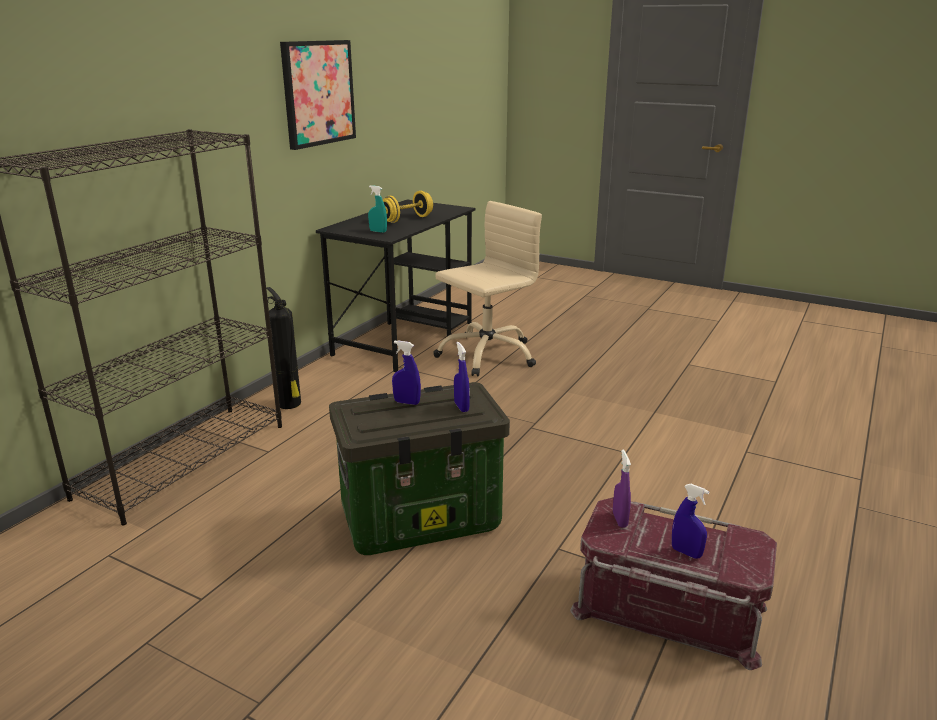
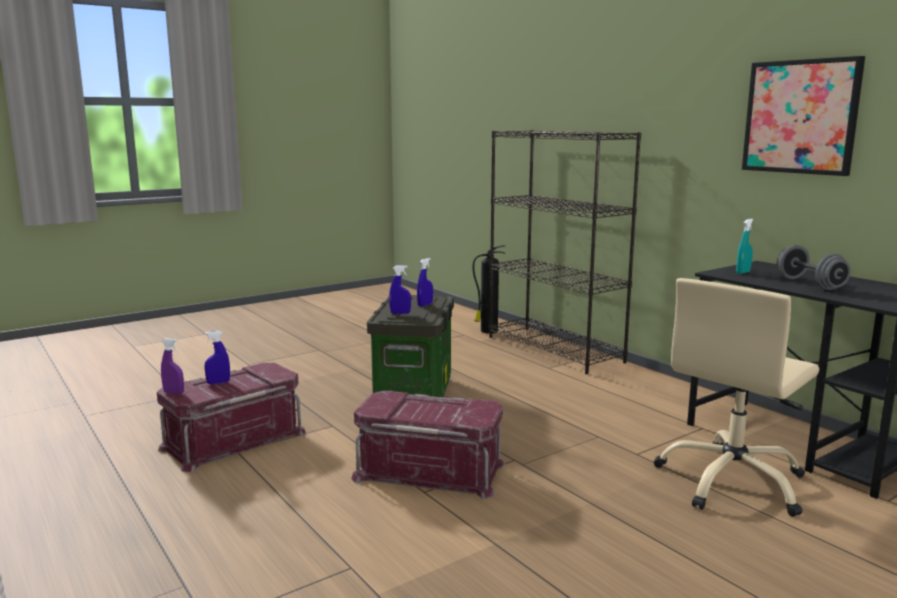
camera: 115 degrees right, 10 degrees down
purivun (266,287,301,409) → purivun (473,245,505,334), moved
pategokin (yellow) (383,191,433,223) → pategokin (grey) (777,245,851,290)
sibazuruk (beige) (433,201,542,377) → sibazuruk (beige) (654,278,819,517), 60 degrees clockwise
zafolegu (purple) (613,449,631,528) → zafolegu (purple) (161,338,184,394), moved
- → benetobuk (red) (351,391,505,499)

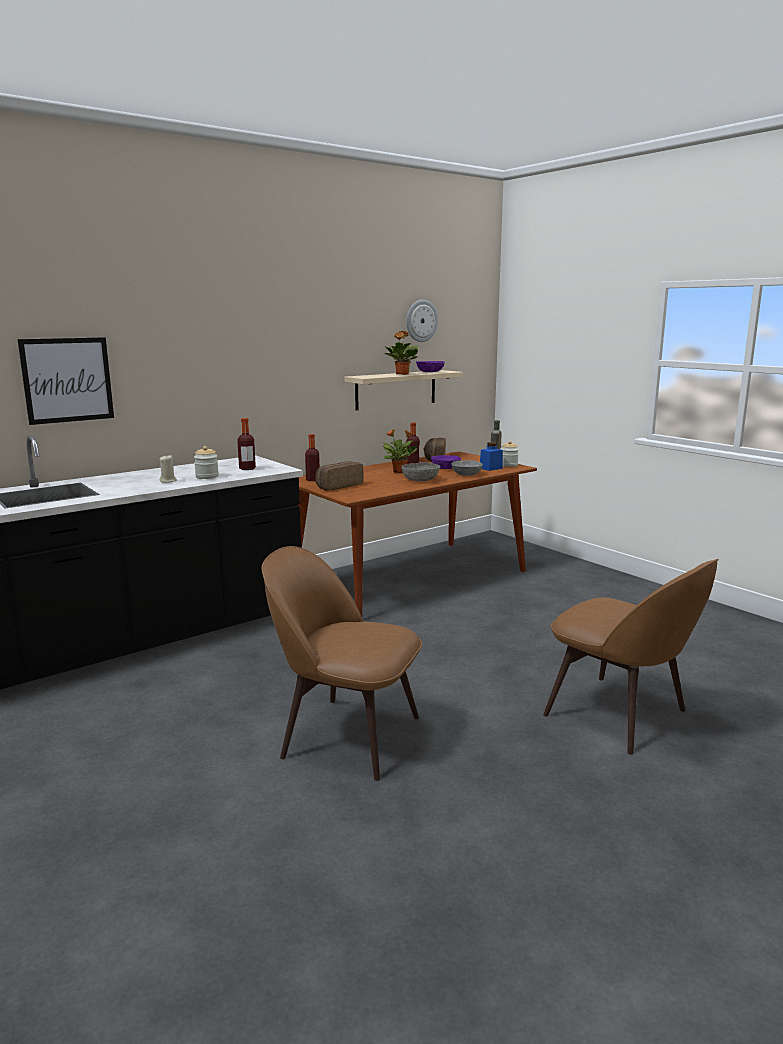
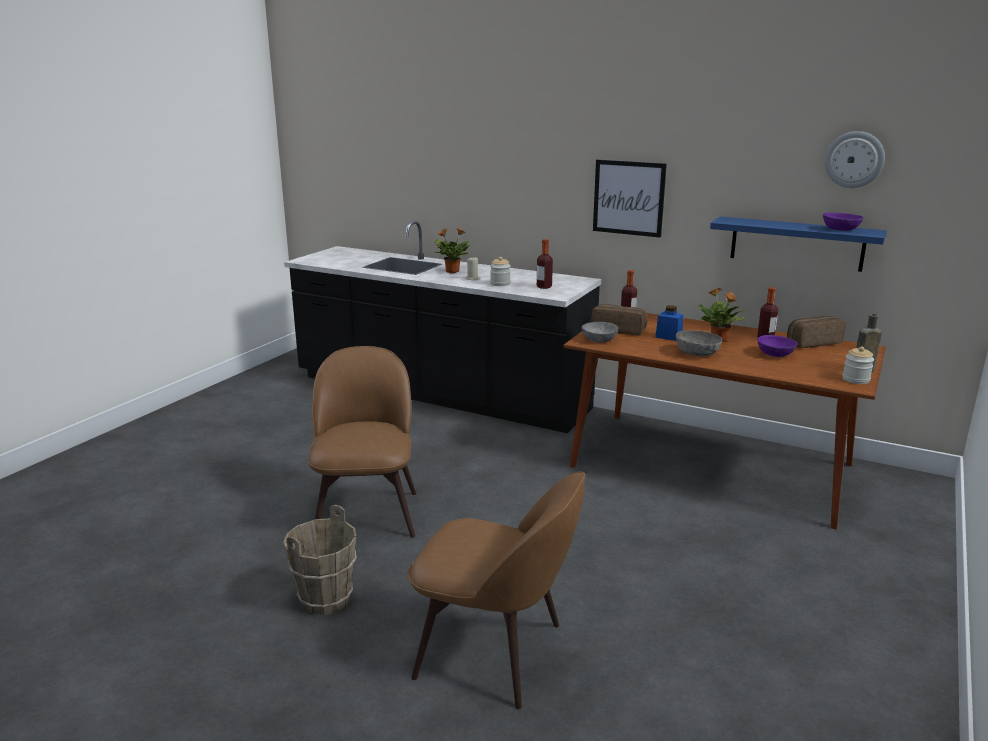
camera: 65 degrees right, 5 degrees up
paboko (17,337,114,425) → paboko (593,160,667,238), moved
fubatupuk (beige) (344,370,463,410) → fubatupuk (blue) (710,217,887,272)
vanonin (384,331,418,375) → vanonin (434,227,470,273), moved
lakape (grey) (452,460,483,476) → lakape (grey) (582,322,619,342), moved
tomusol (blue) (480,442,503,471) → tomusol (blue) (655,305,683,341), moved
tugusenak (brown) (543,559,719,755) → tugusenak (brown) (408,471,585,709), 90 degrees counterclockwise
- → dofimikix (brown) (283,505,357,615)

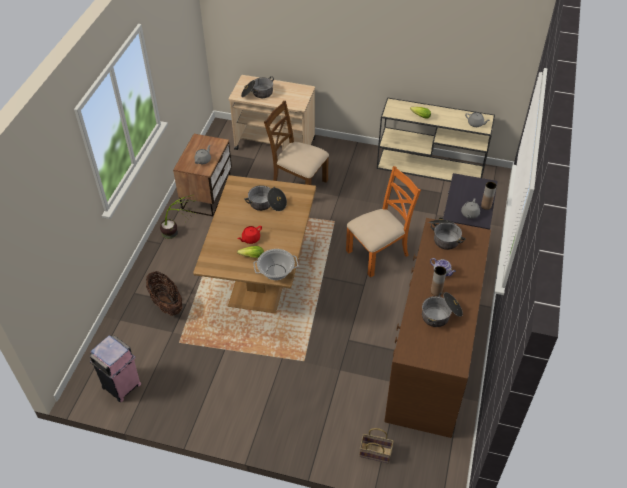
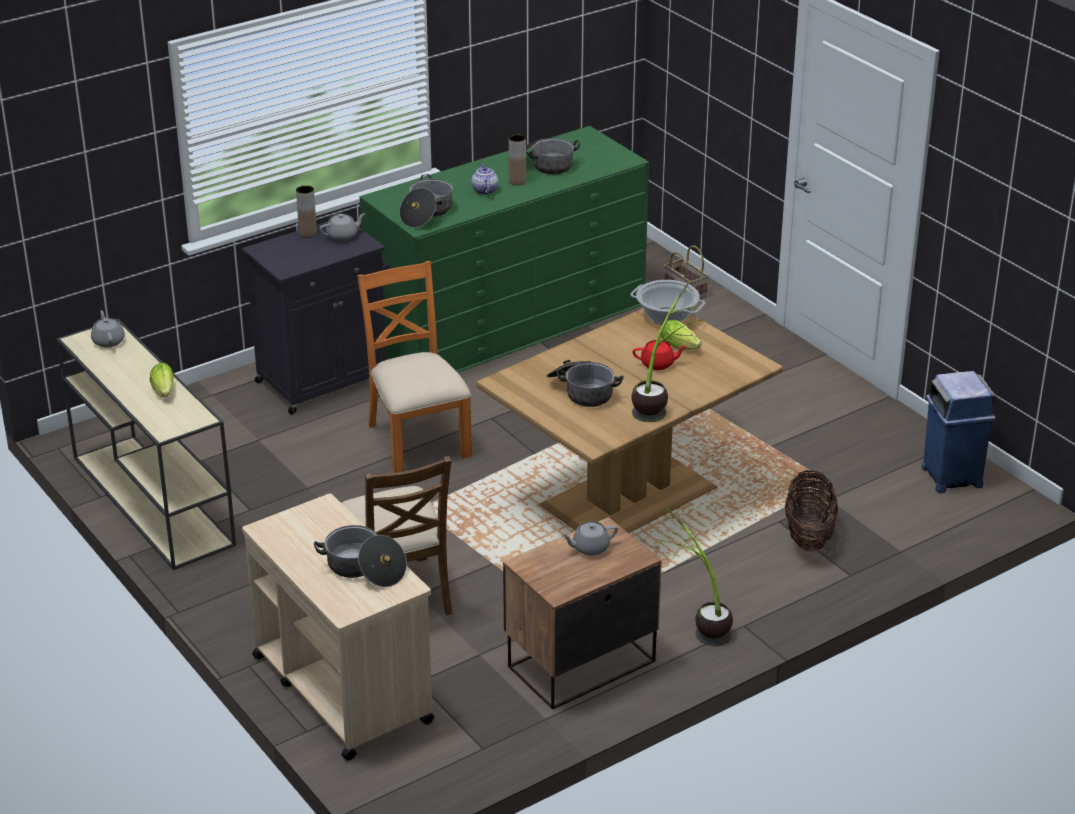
camera: 140 degrees left, 15 degrees down
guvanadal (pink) (90,335,141,402) → guvanadal (blue) (922,371,996,493)
tugusenak (orange) (346,166,421,278) → tugusenak (orange) (357,261,472,473), 60 degrees clockwise
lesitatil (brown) (384,218,491,438) → lesitatil (green) (360,126,649,373)
- → vanonin (631,280,704,422)

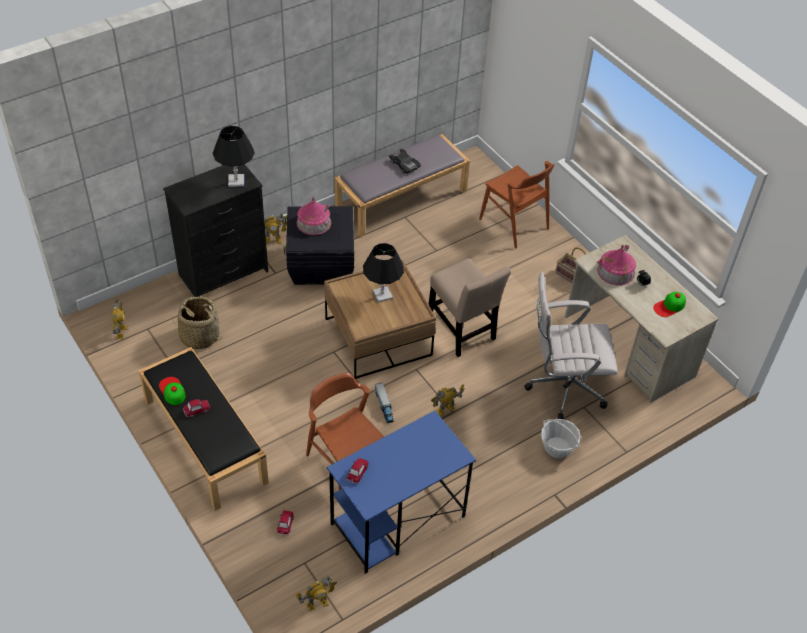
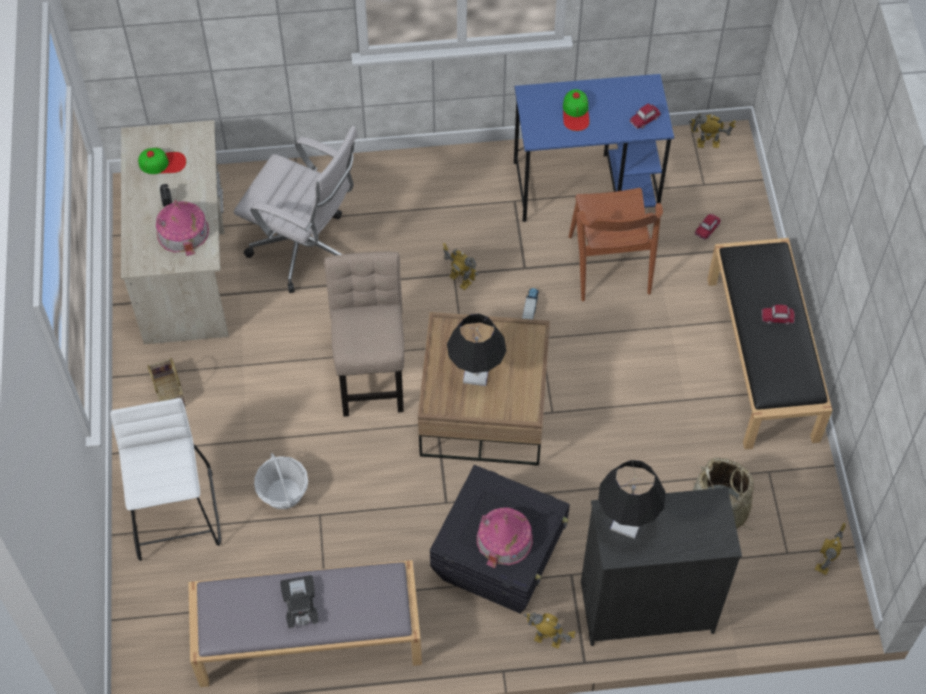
camera: 150 degrees left, 10 degrees up
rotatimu (159,377,186,405) → rotatimu (563,89,590,131), moved
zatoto (431,385,465,417) → zatoto (443,243,478,290), 45 degrees clockwise
tugusenak (brown) (479,161,555,249) → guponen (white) (110,398,221,561)
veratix (541,419,581,458) → veratix (254,453,308,509), moved

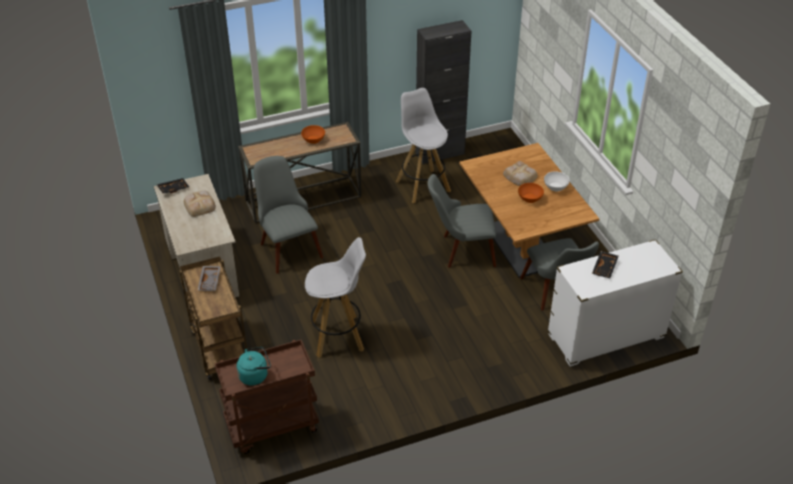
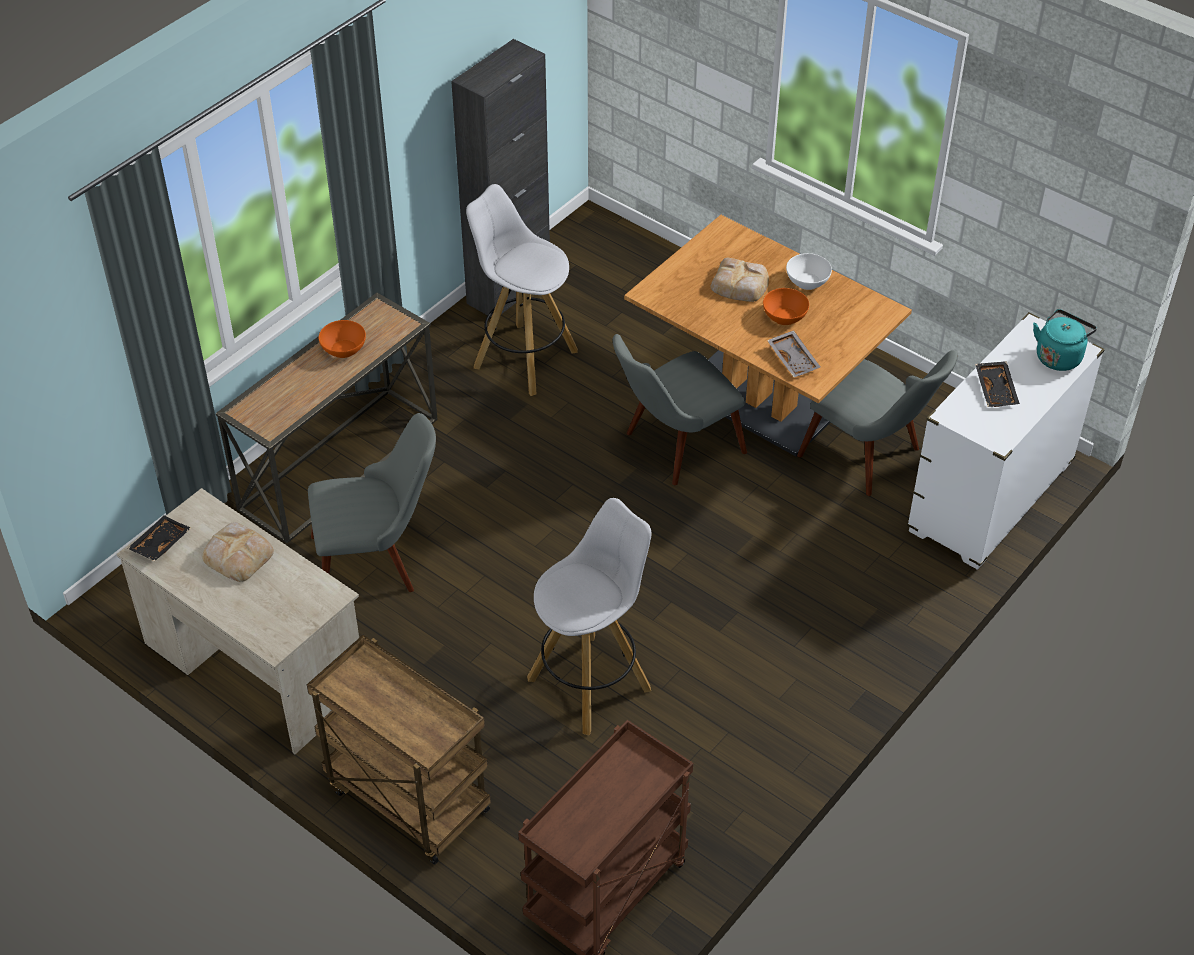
camera: 30 degrees left, 5 degrees up
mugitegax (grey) (197,266,221,291) → mugitegax (grey) (767,330,820,377), moved
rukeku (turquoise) (236,347,271,385) → rukeku (turquoise) (1033,309,1097,371), moved
tugusenak (grey) (254,156,323,274) → tugusenak (grey) (308,413,436,592), 135 degrees clockwise

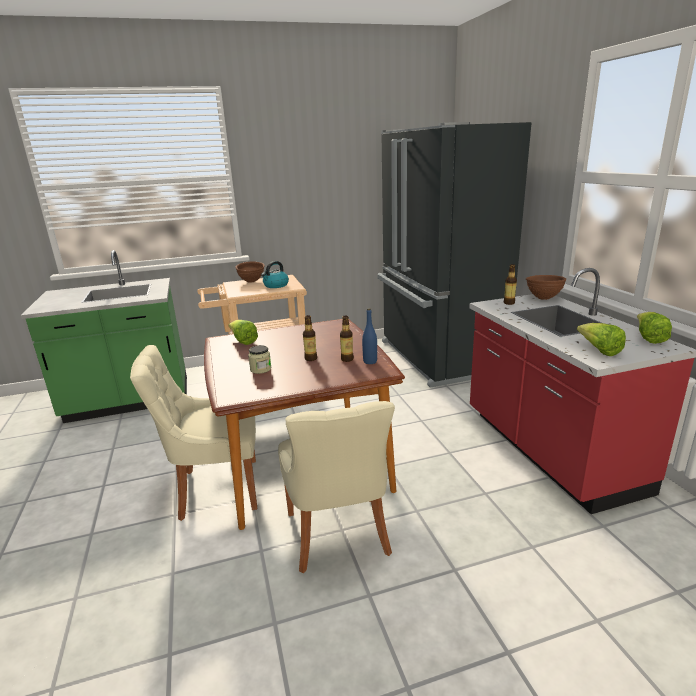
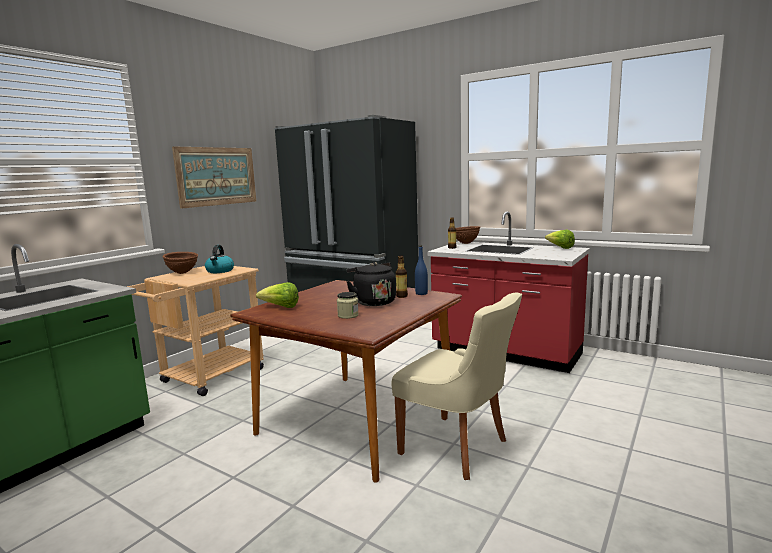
camera: 40 degrees left, 10 degrees down
tugusenak (beige) (130,345,257,521) → -
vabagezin (303,315,317,361) → rukeku (black) (346,262,396,306)
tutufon (577,323,626,356) → -
- → paboko (172,147,256,209)

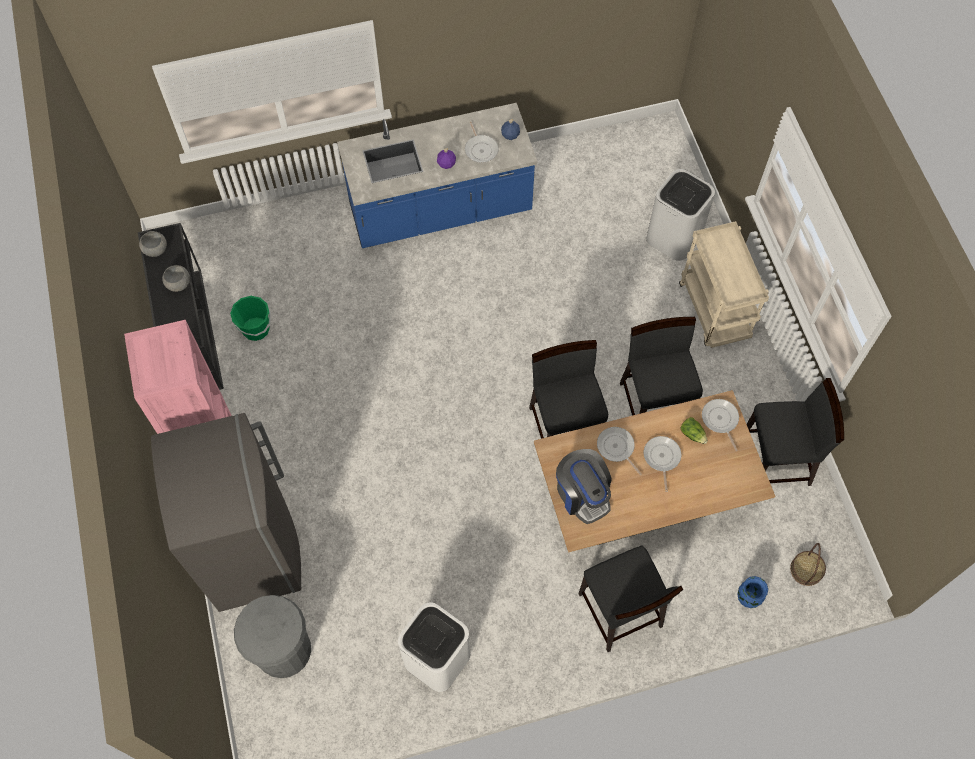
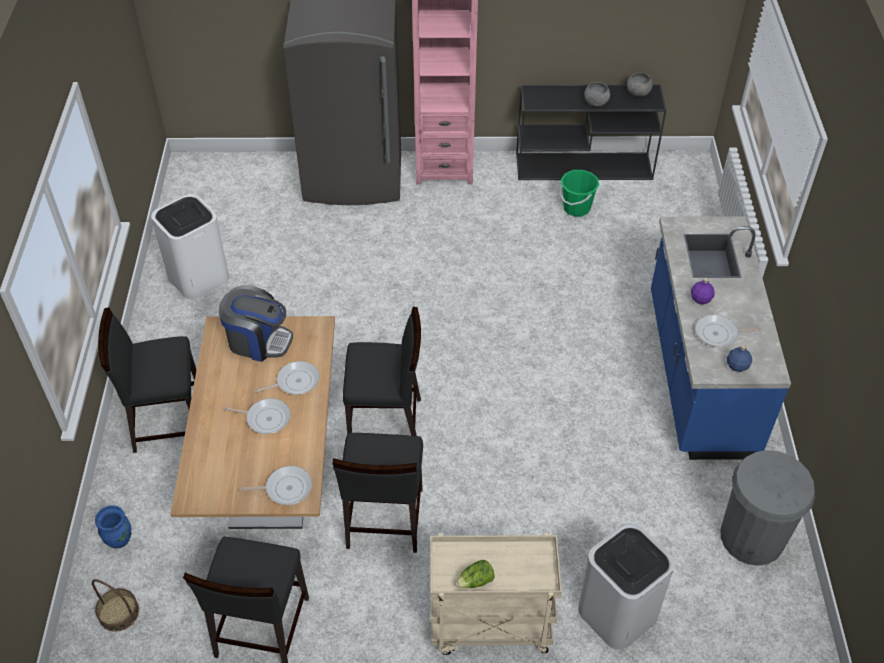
camera: 105 degrees right, 15 degrees down
guvanadal (grey) (234,595,311,678) → guvanadal (grey) (720,450,815,566), moved
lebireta (556,449,611,524) → lebireta (219,285,293,362), 150 degrees counterclockwise
tugusenak (black) (620,317,703,416) → tugusenak (black) (332,433,423,553), 90 degrees clockwise
tutufon (680,417,708,444) → tutufon (455,560,495,588), moved

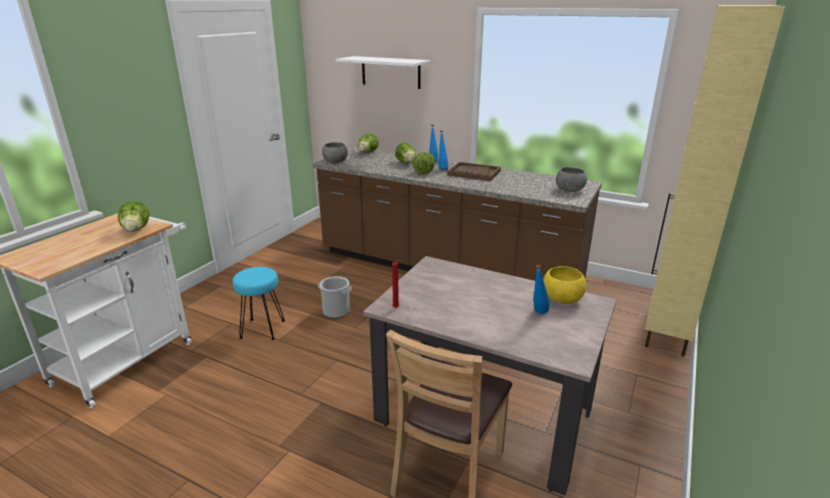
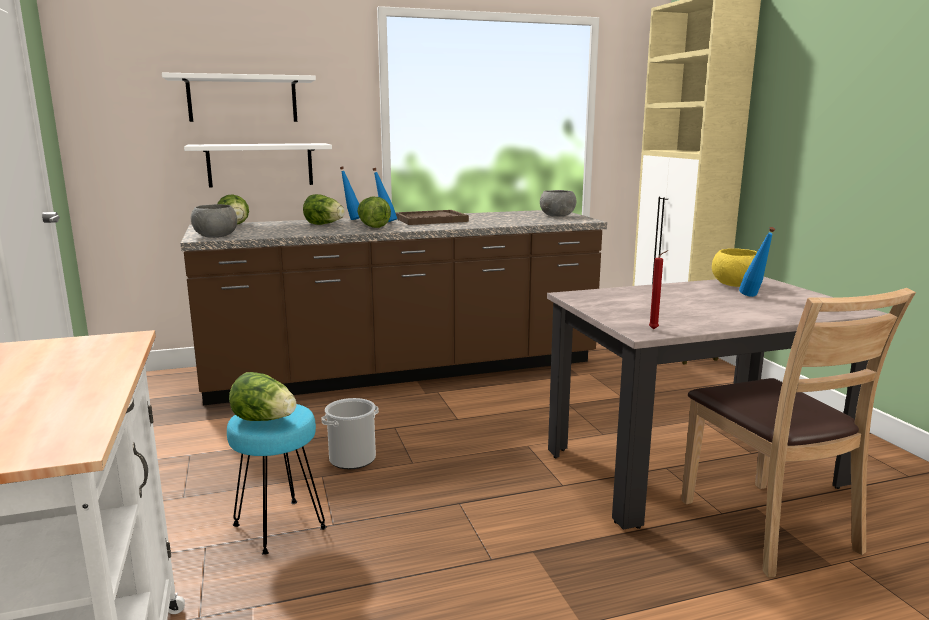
camera: 45 degrees left, 10 degrees down
tutufon (118,201,150,232) → tutufon (229,372,297,421), moved
- → fubatupuk (white) (184,143,332,188)

